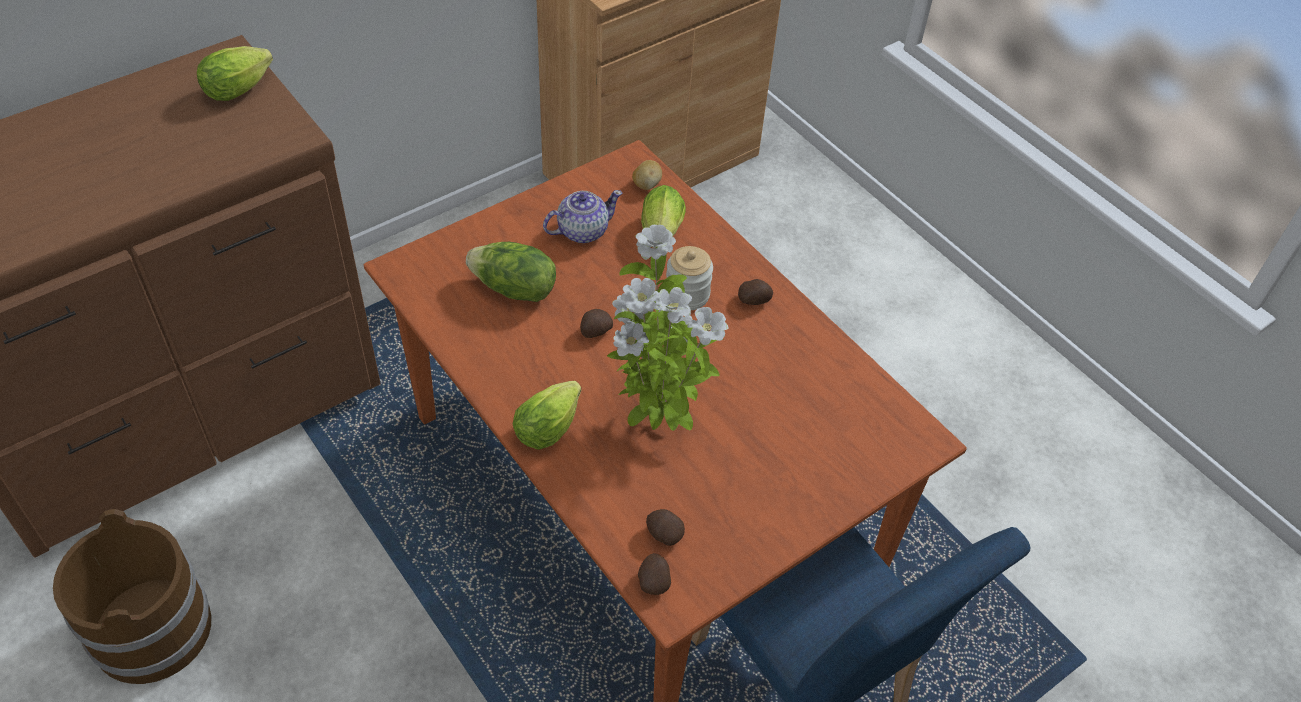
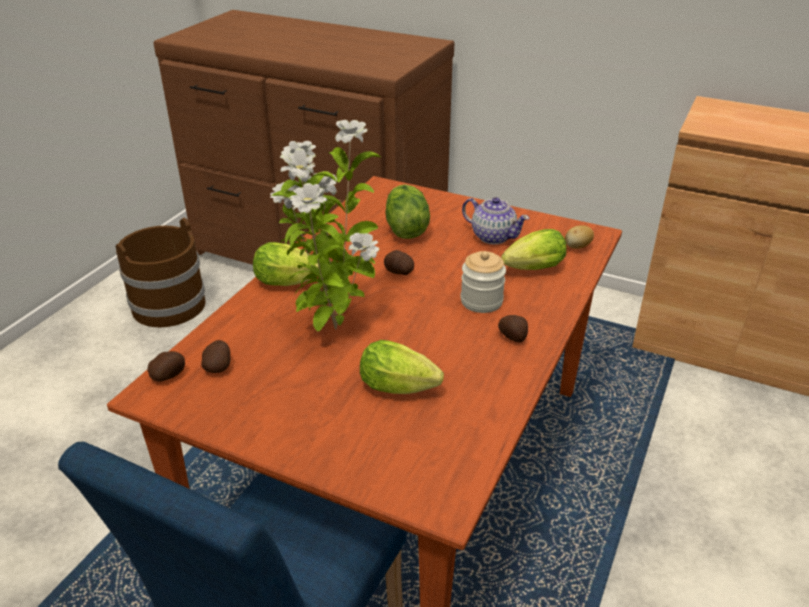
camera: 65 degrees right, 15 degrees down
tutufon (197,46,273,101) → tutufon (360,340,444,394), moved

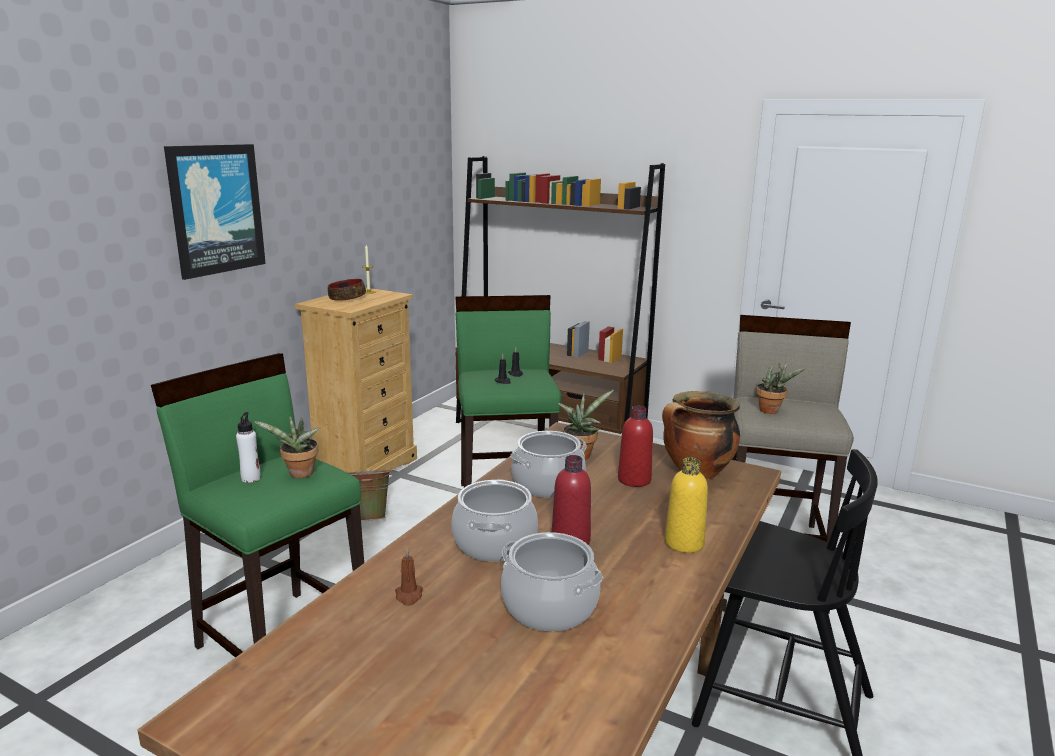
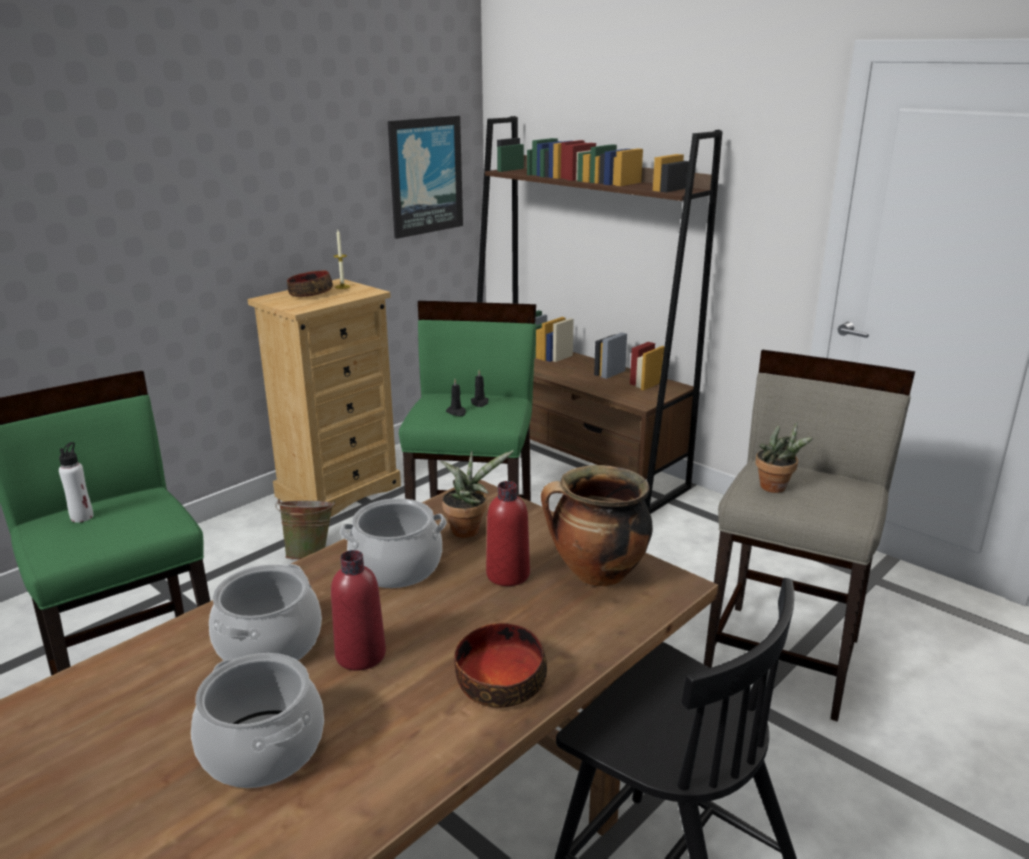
camera: 15 degrees right, 5 degrees up
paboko (164,144,266,280) → paboko (388,116,463,239), moved
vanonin (253,416,320,478) → -
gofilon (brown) (395,548,423,606) → -
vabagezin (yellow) (665,457,708,553) → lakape (454,623,547,708)

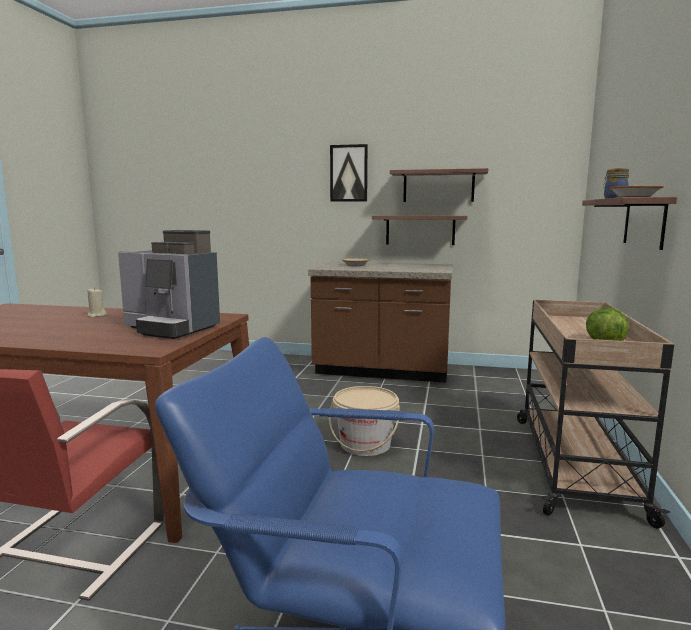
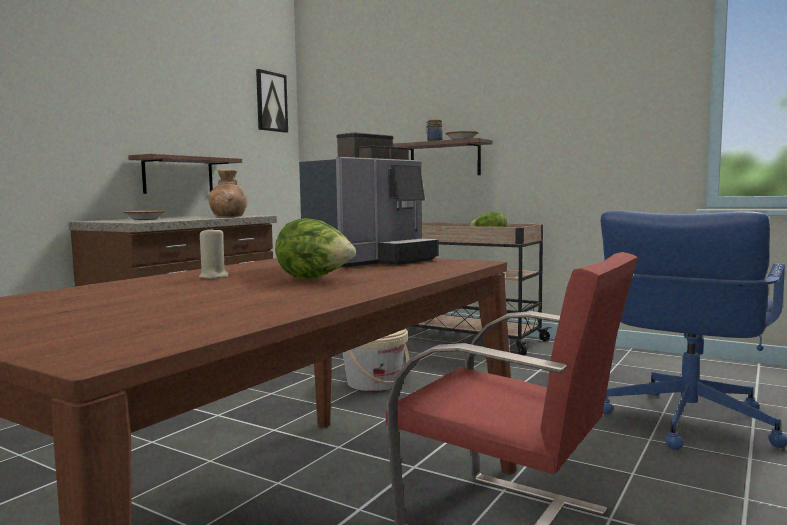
camera: 70 degrees left, 5 degrees down
paboko (330,144,368,202) → paboko (256,69,288,133), moved
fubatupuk (390,168,488,202) → -
- → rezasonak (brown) (208,170,248,217)
- → tutufon (275,218,356,279)

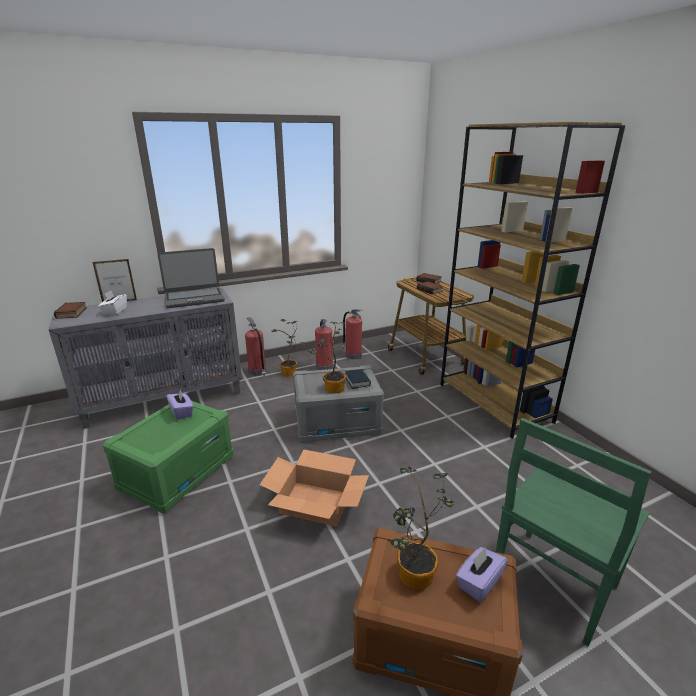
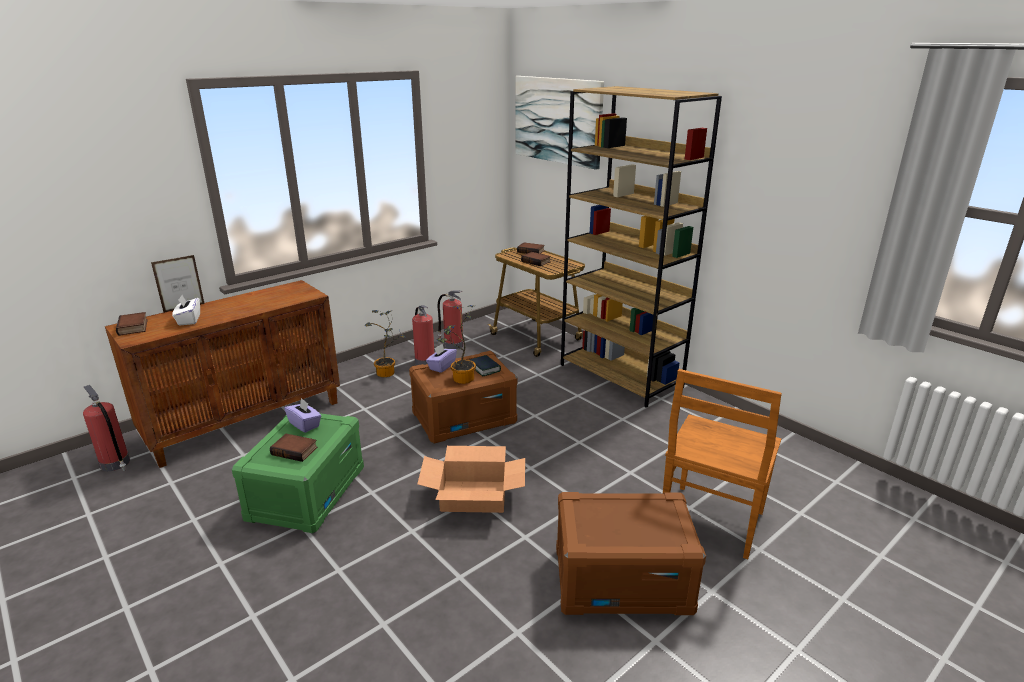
camera: 15 degrees left, 0 degrees up
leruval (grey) (49,288,242,429) → leruval (brown) (105,280,340,468)
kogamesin (158,248,225,308) → -
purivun (245,317,266,377) → purivun (83,385,130,471), moved
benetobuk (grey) (293,365,384,443) → benetobuk (brown) (409,351,517,444)
vanonin (390,467,453,590) → -
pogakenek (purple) (456,547,508,602) → pogakenek (purple) (426,344,457,373), moved
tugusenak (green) (496,418,651,646) → tugusenak (brown) (663,369,782,559)
- → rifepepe (270,434,318,462)
- → paboko (515,76,604,170)

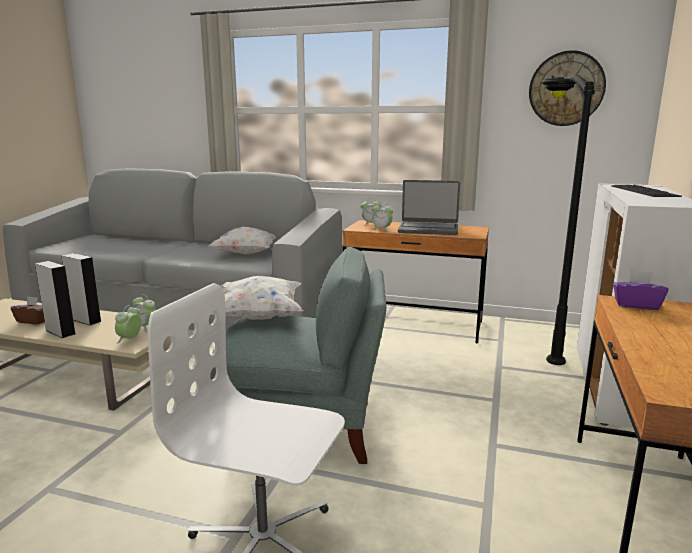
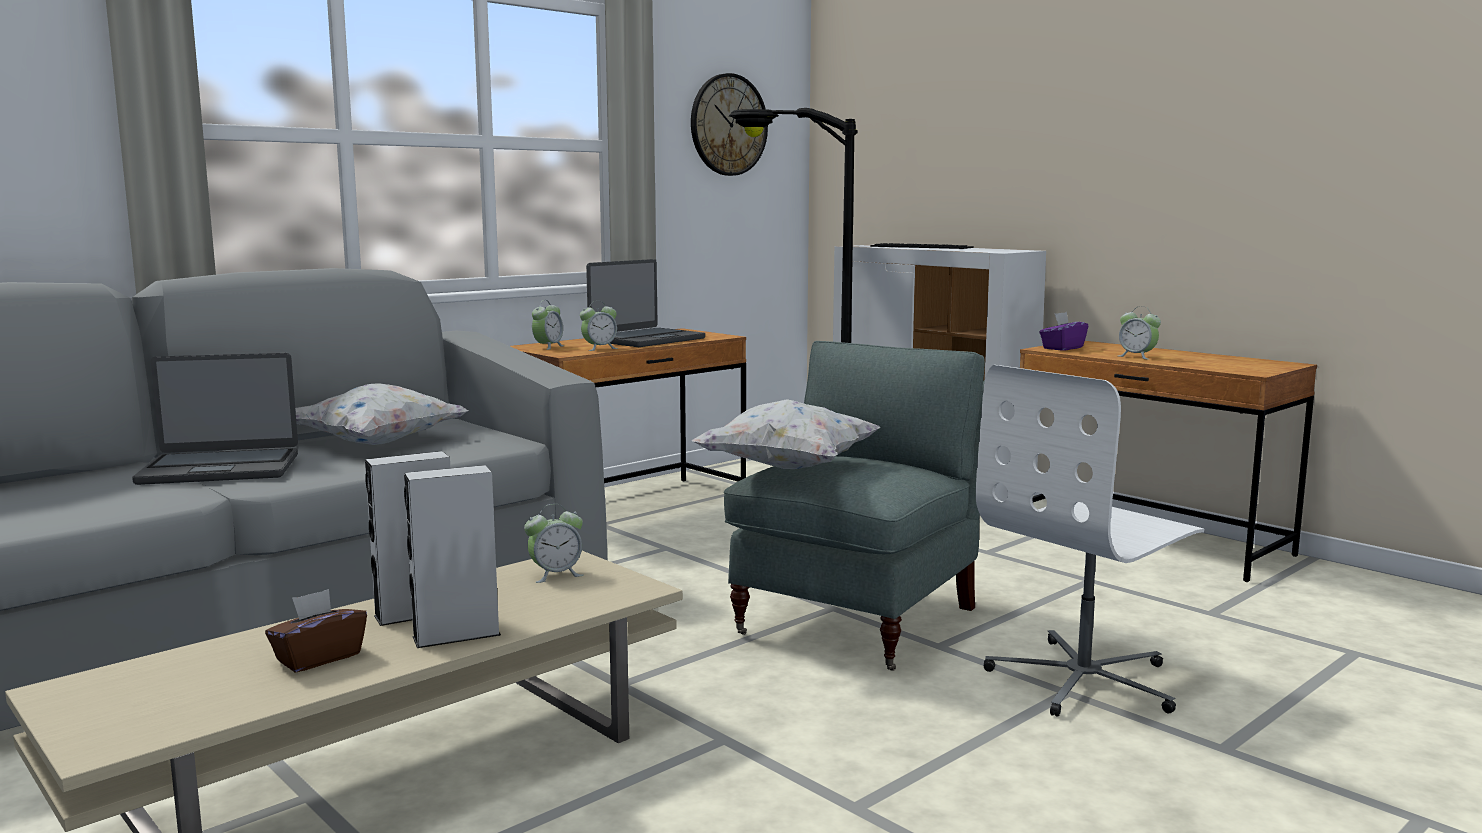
camera: 60 degrees left, 5 degrees down
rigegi (115,305,141,344) → rigegi (1119,306,1161,360), moved
- → kogamesin (132,353,298,485)

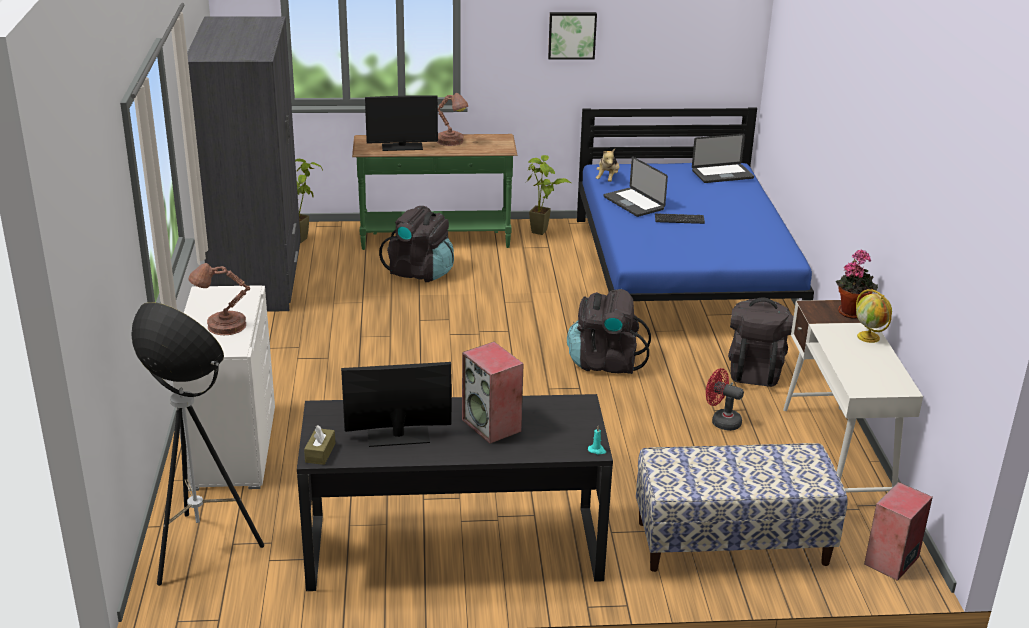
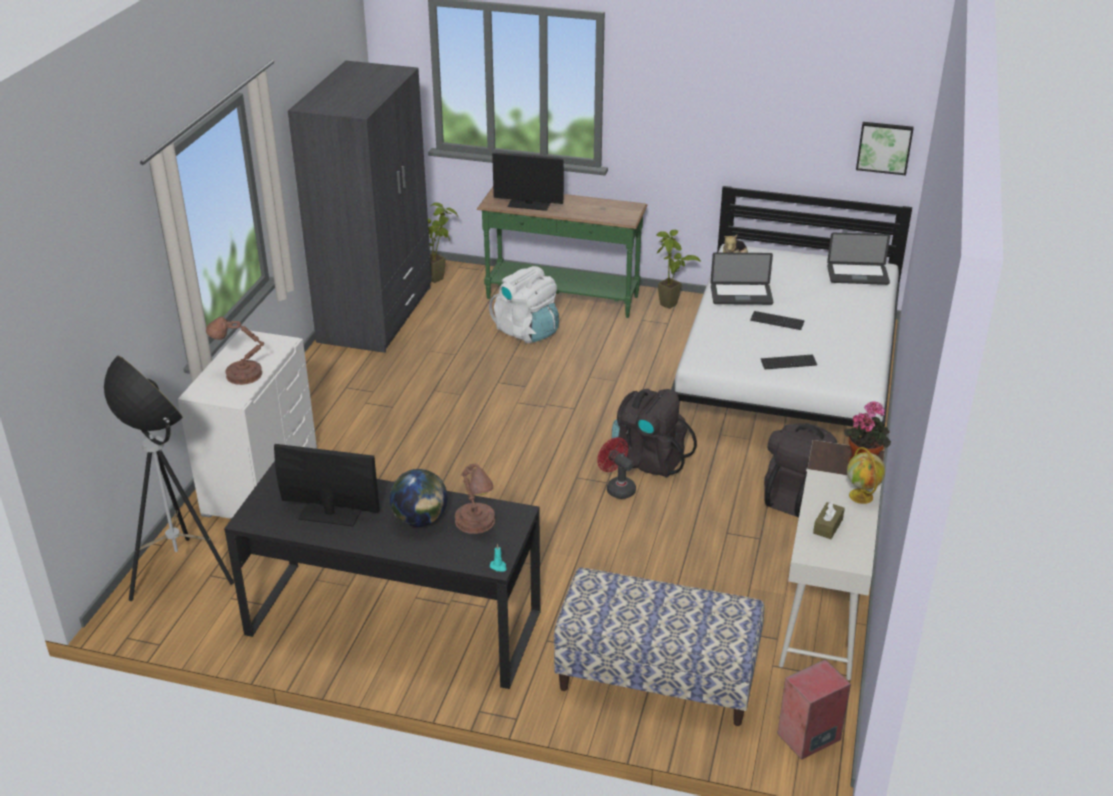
camera: 20 degrees right, 5 degrees up
pogakenek (brown) (304,425,335,465) → pogakenek (brown) (813,501,845,539), moved
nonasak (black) (379,206,454,282) → nonasak (white) (489,266,559,343)
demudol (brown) (437,93,468,146) → demudol (brown) (455,464,495,534), moved
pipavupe (462,342,524,444) → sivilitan (390,469,447,527)
paboko (548,12,597,60) → paboko (856,122,914,175), moved
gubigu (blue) (577,108,814,301) → gubigu (white) (671,186,912,432)
kogamesin (604,156,668,217) → kogamesin (710,252,773,305), 75 degrees counterclockwise
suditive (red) (706,368,744,431) → suditive (red) (597,437,636,499), moved
- → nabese (760,354,817,369)

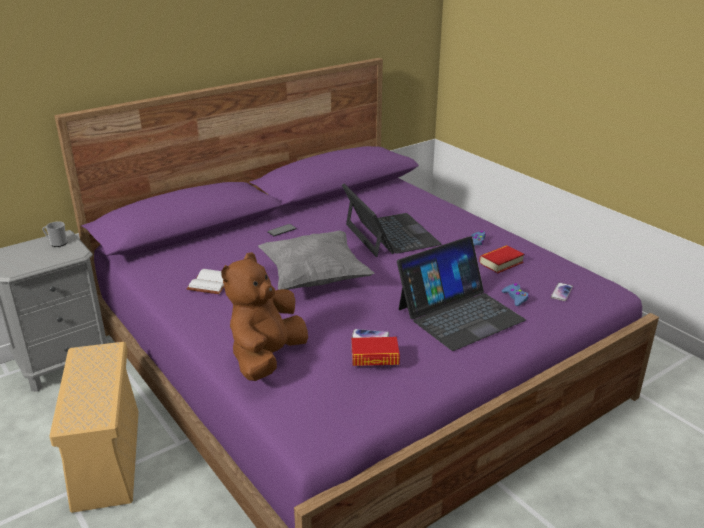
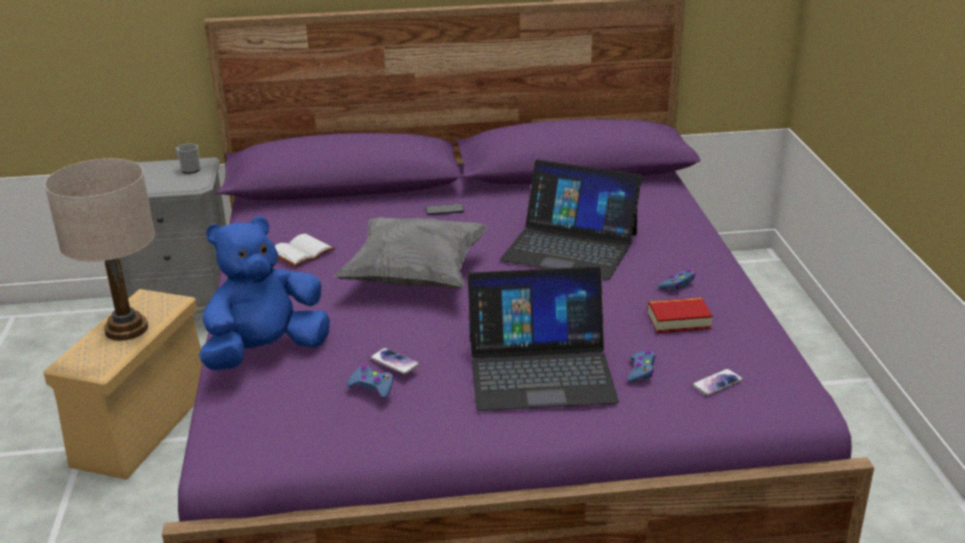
camera: 30 degrees right, 0 degrees up
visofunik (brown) (221,252,308,381) → visofunik (blue) (199,216,330,370)
kogamesin (342,184,441,257) → kogamesin (500,160,642,280), 105 degrees clockwise
rifepepe (351,337,400,366) → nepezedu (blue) (347,365,394,398)
- → demudol (beige) (44,159,155,341)

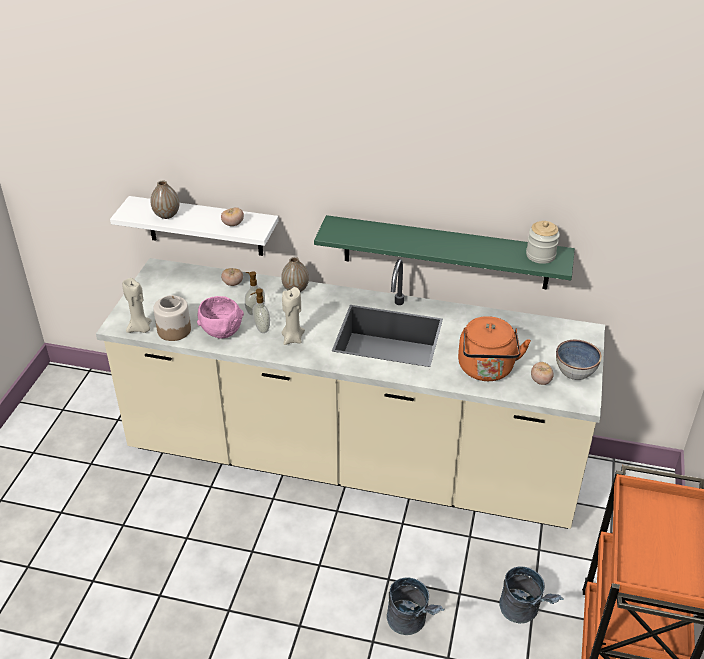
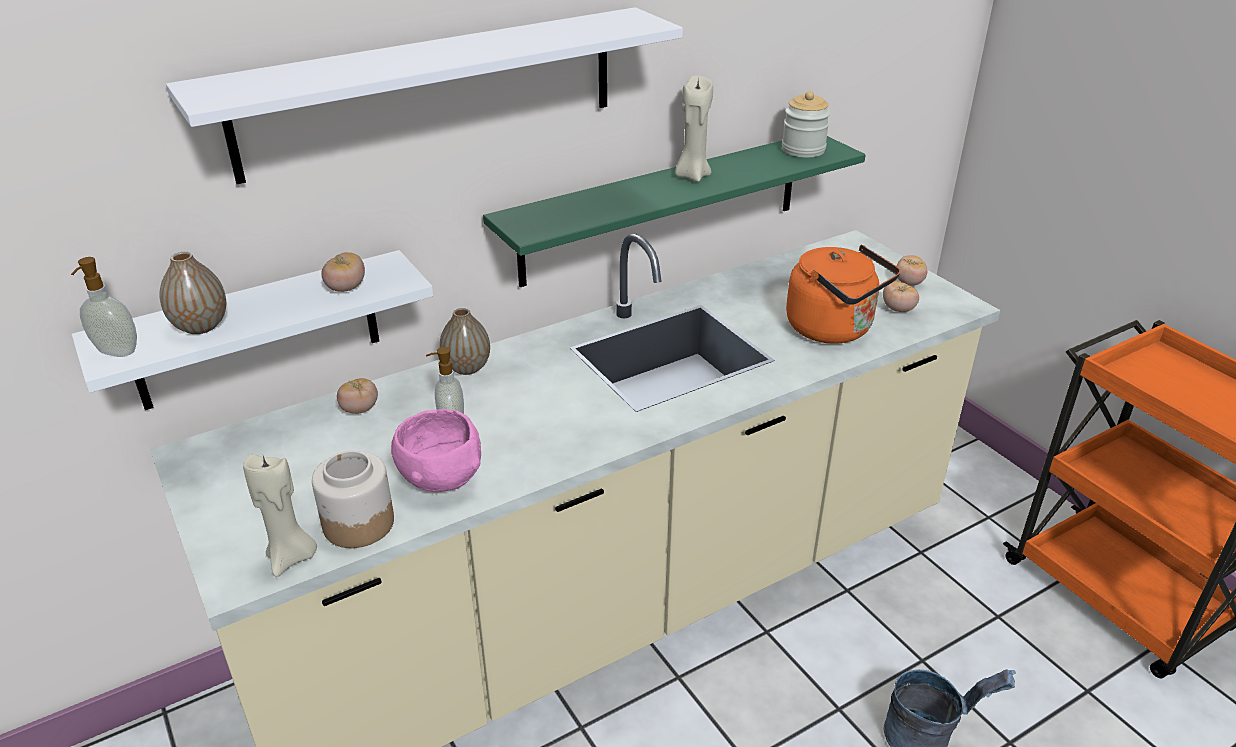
camera: 45 degrees left, 5 degrees down
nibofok (250,288,270,333) → nibofok (71,257,137,357), moved
gofilon (beige) (282,287,305,345) → gofilon (beige) (675,76,713,182), moved
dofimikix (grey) (499,566,564,624) → -
lakape (556,340,602,380) → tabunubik (896,255,927,286)
- → fubatupuk (white) (166,7,683,184)

